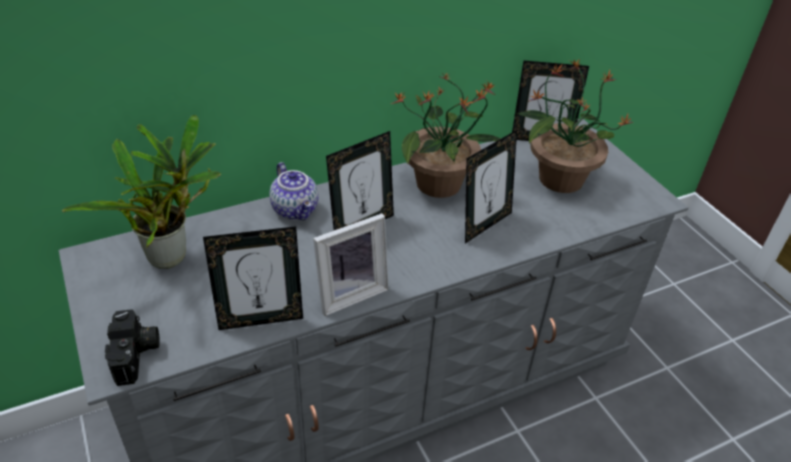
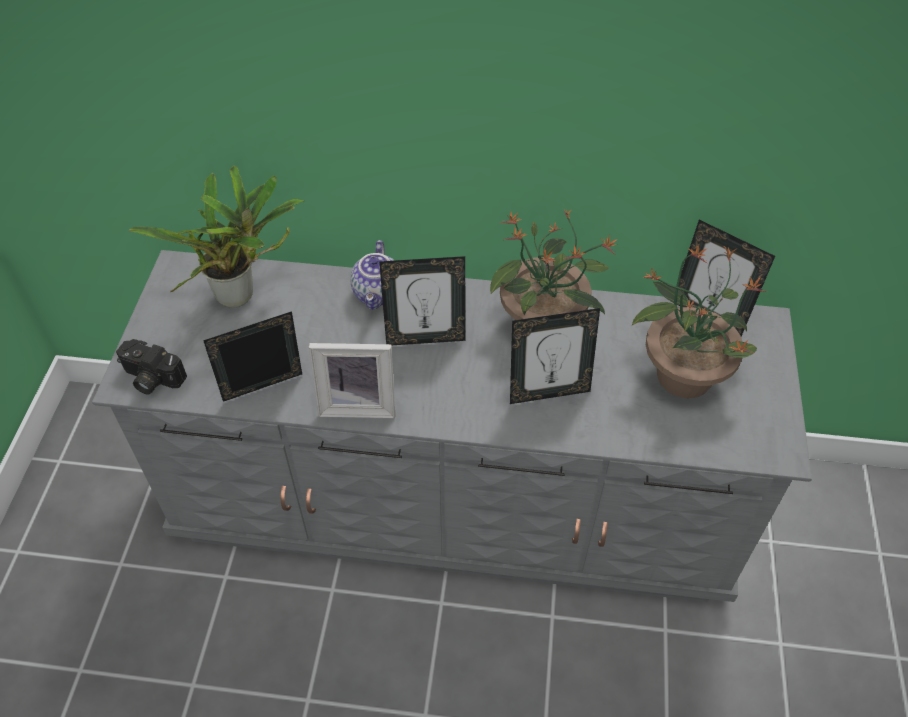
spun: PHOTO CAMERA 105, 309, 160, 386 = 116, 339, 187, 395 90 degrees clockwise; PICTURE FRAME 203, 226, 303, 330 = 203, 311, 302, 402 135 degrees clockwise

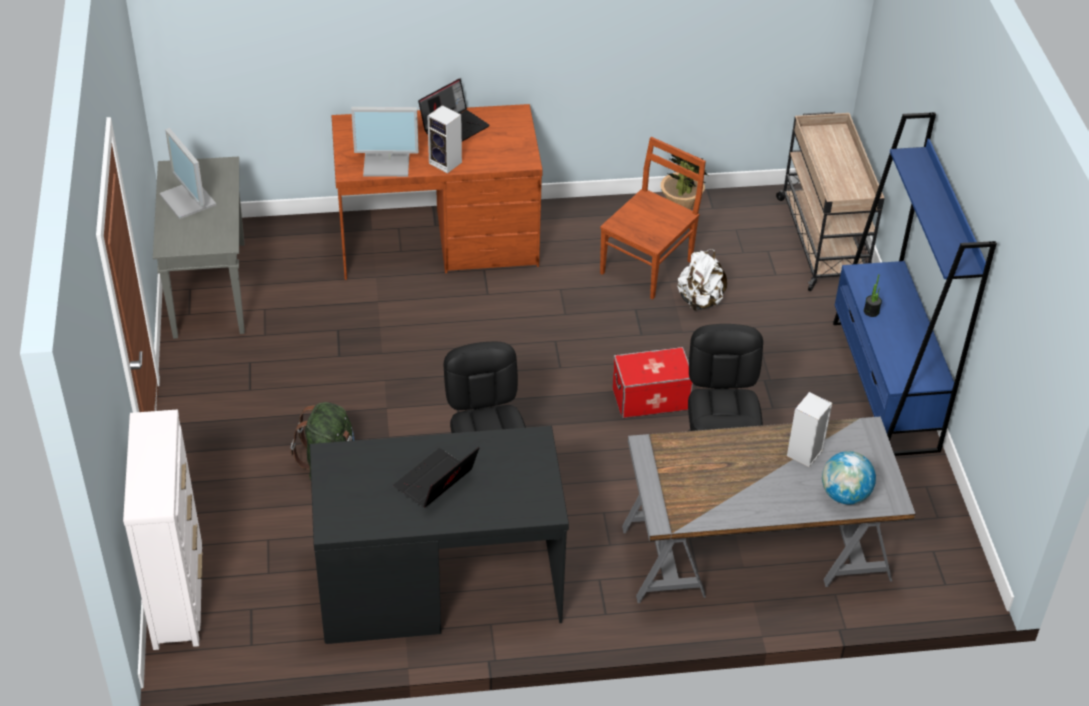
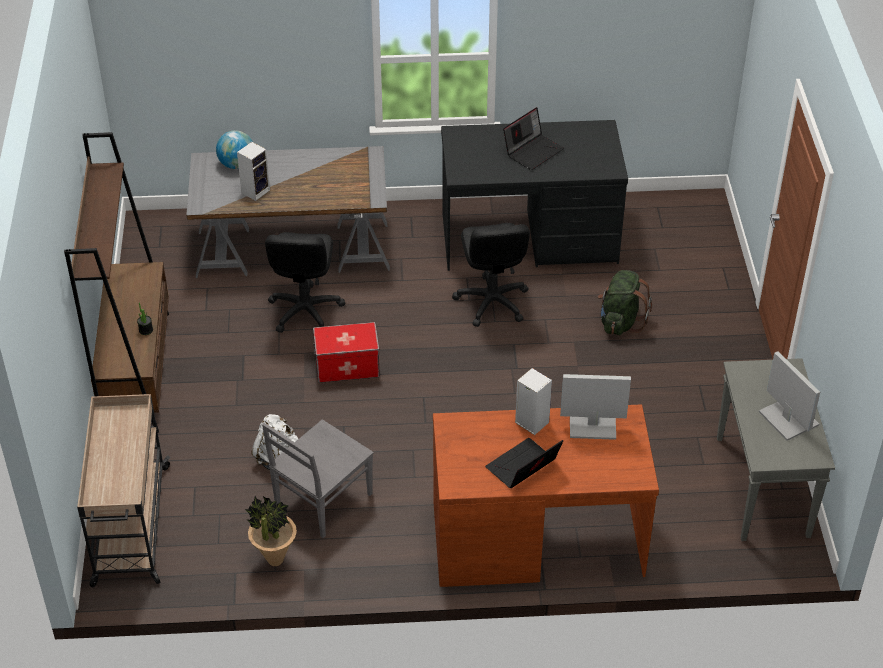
missing: WHITE DRESSER 123, 410, 203, 650
colour: BLUE BOOKCASE 833, 112, 997, 456 to BROWN BOOKCASE 64, 132, 169, 433; BROWN CHAIR 600, 137, 706, 299 to GREY CHAIR 262, 419, 374, 538

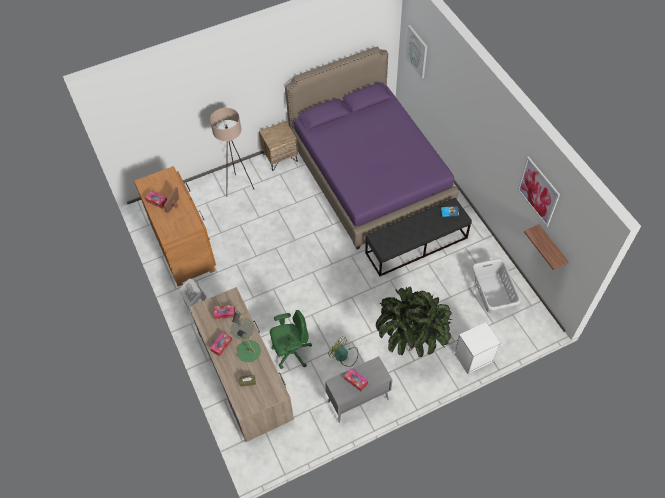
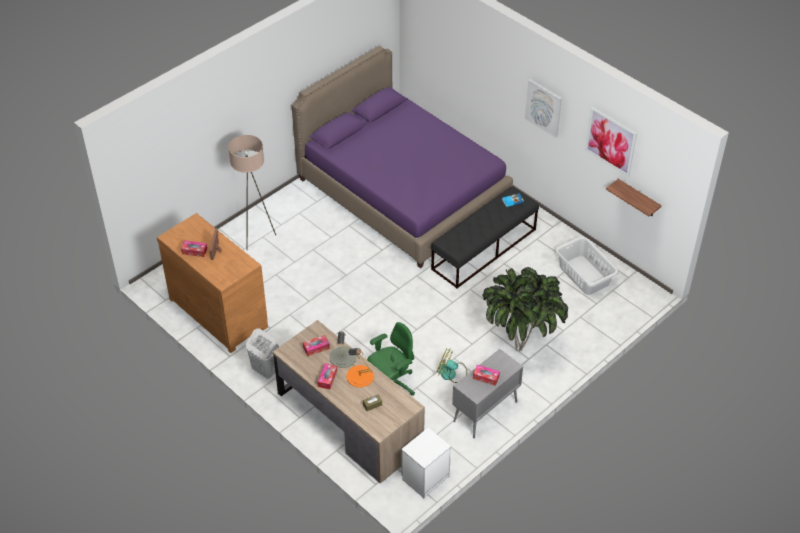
missing: BROWN NIGHTSTAND 259, 121, 298, 171
relocated: WHITE NIGHTSTAND 455, 322, 500, 374 to 401, 428, 451, 498; PICTURE 405, 25, 427, 78 to 525, 79, 562, 138
colour: GREEN TABLE LAMP 237, 330, 261, 362 to ORANGE TABLE LAMP 346, 348, 374, 387

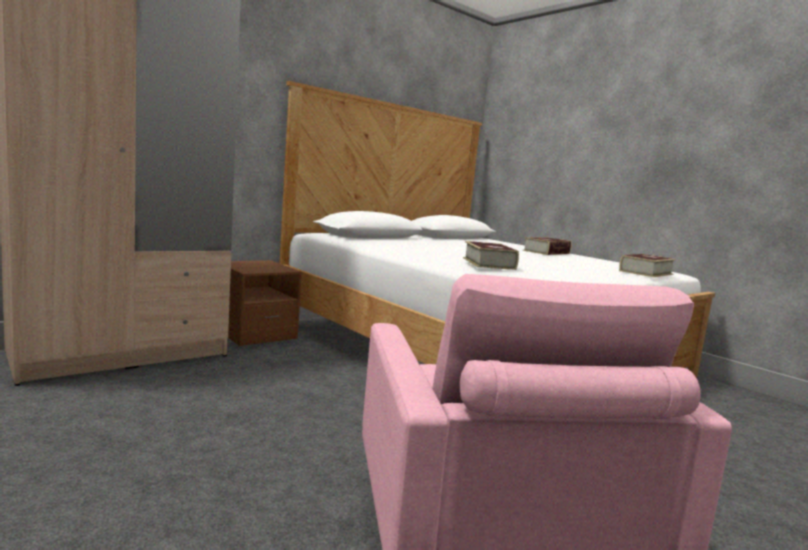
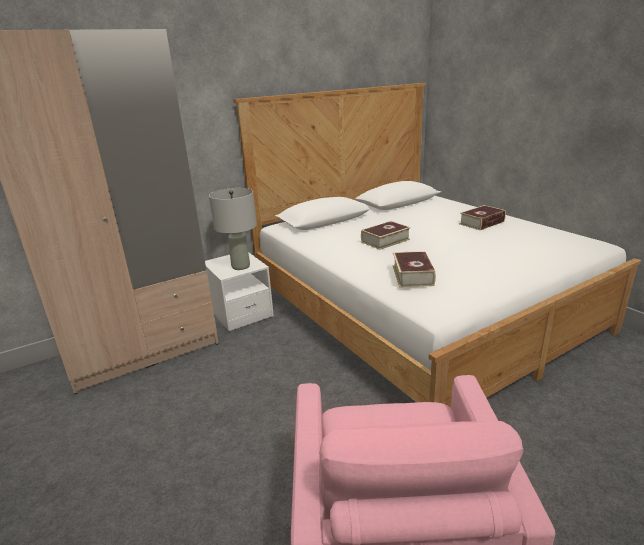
appeared: GREY TABLE LAMP 209, 188, 257, 270
relocated: BOOK 619, 254, 676, 277 to 361, 221, 411, 250
colour: BROWN NIGHTSTAND 228, 260, 302, 347 to WHITE NIGHTSTAND 205, 252, 274, 331

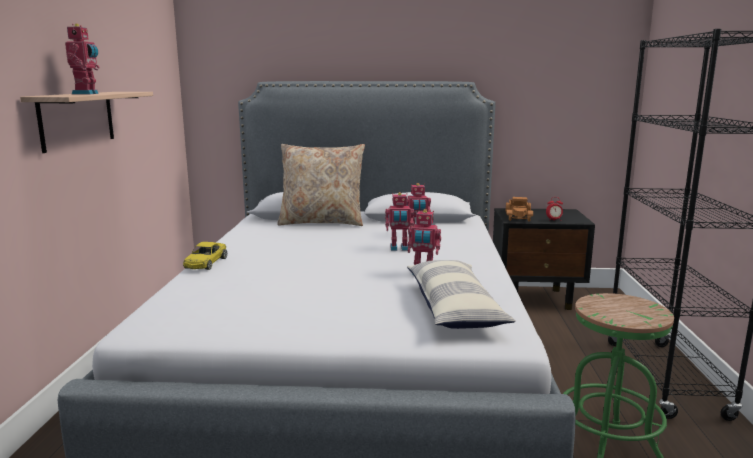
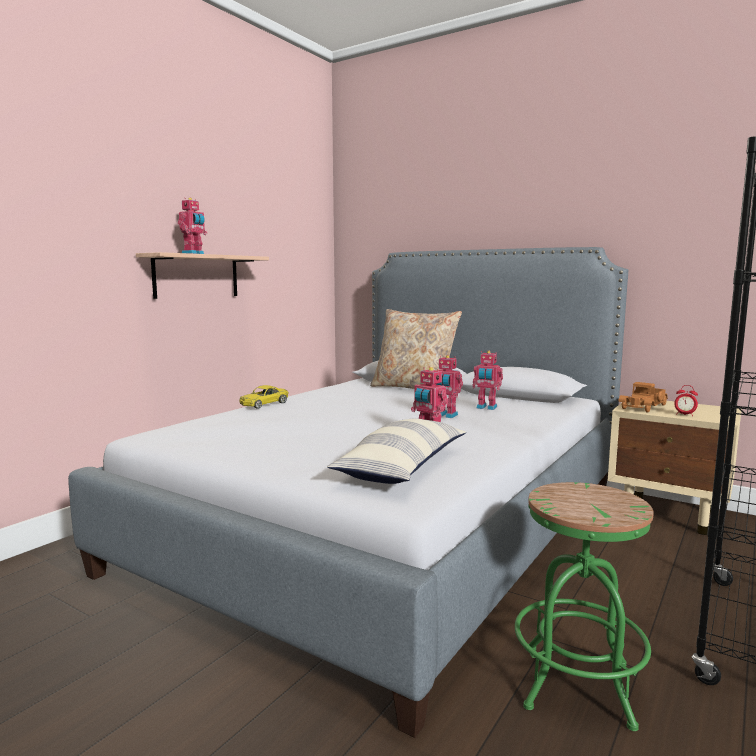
colour: BLACK NIGHTSTAND 493, 208, 595, 310 to BEIGE NIGHTSTAND 608, 401, 742, 535

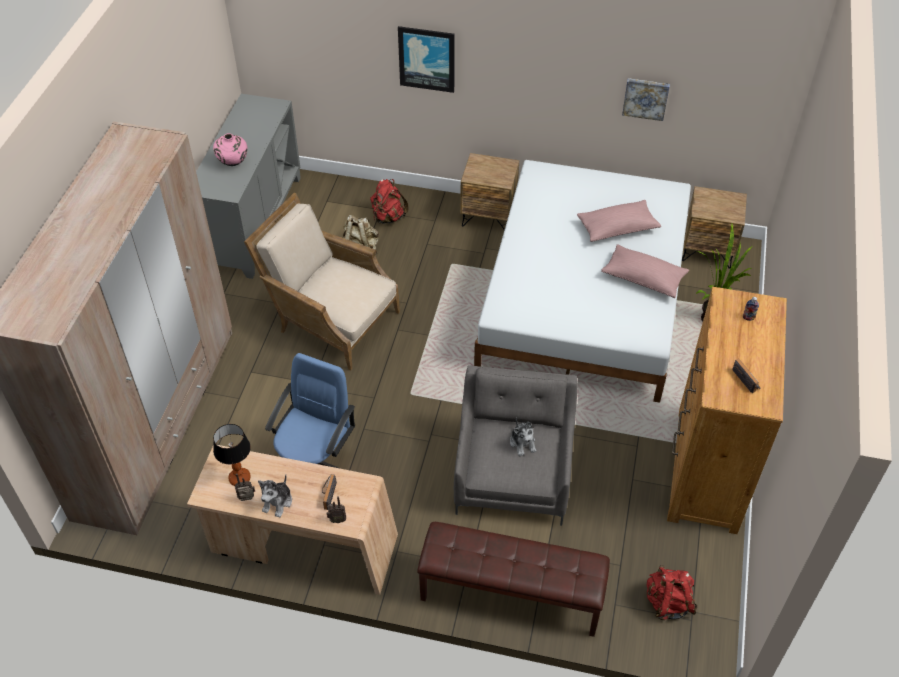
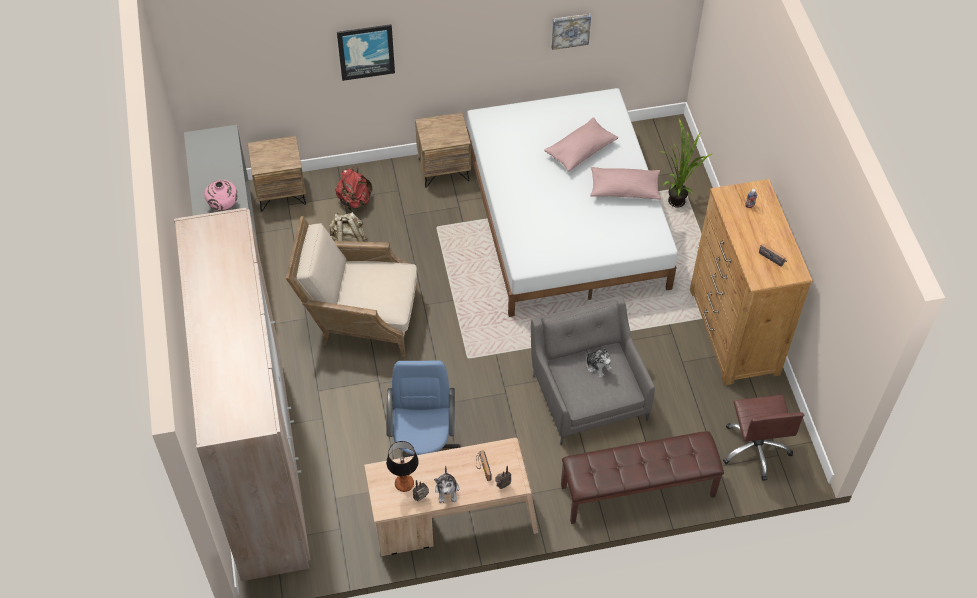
relocated: BROWN NIGHTSTAND 682, 186, 747, 269 to 248, 136, 306, 212
exchanged: RED BACKPACK 647, 565, 698, 620 to BROWN OFFICE CHAIR 723, 395, 804, 481

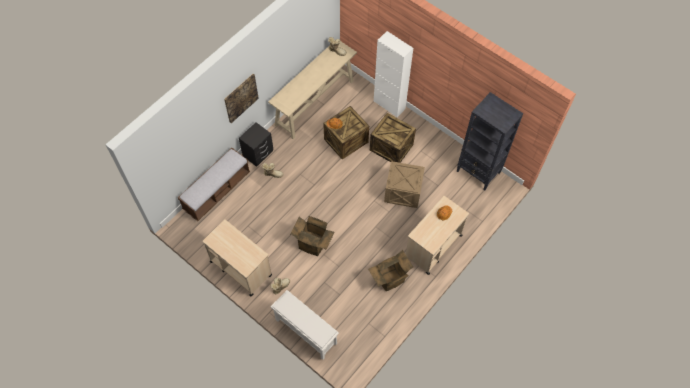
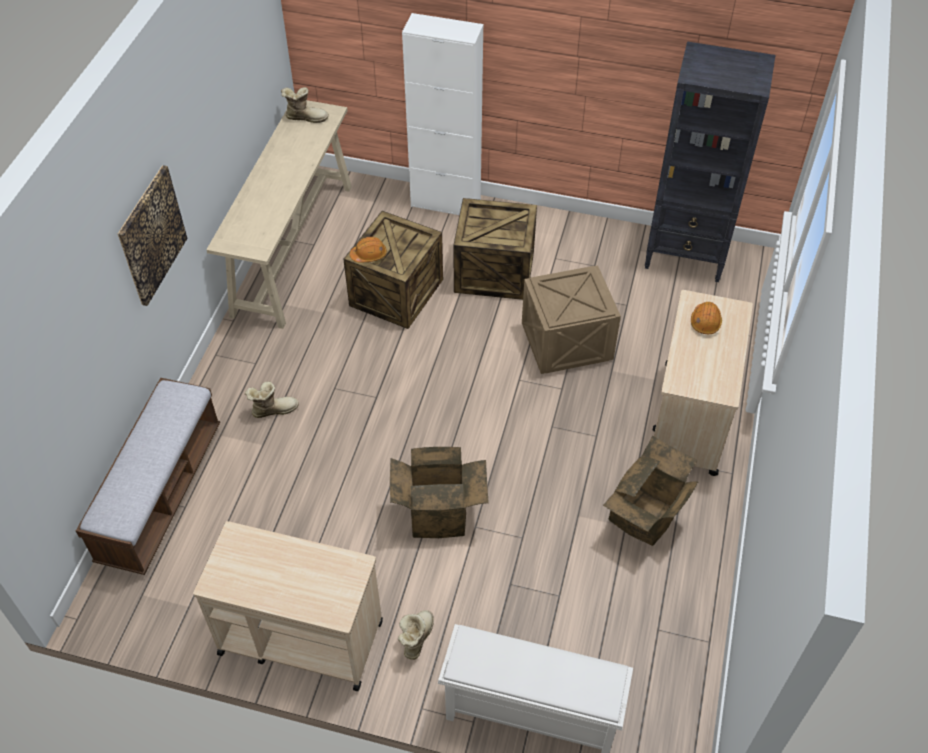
missing: BLACK NIGHTSTAND 239, 122, 273, 167

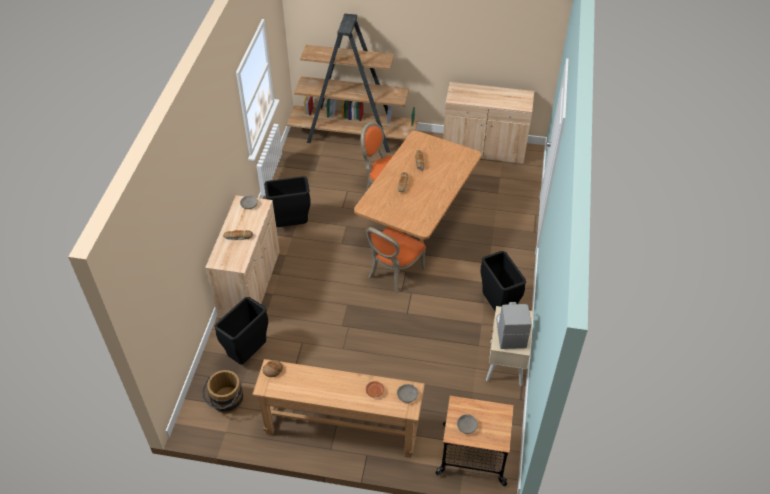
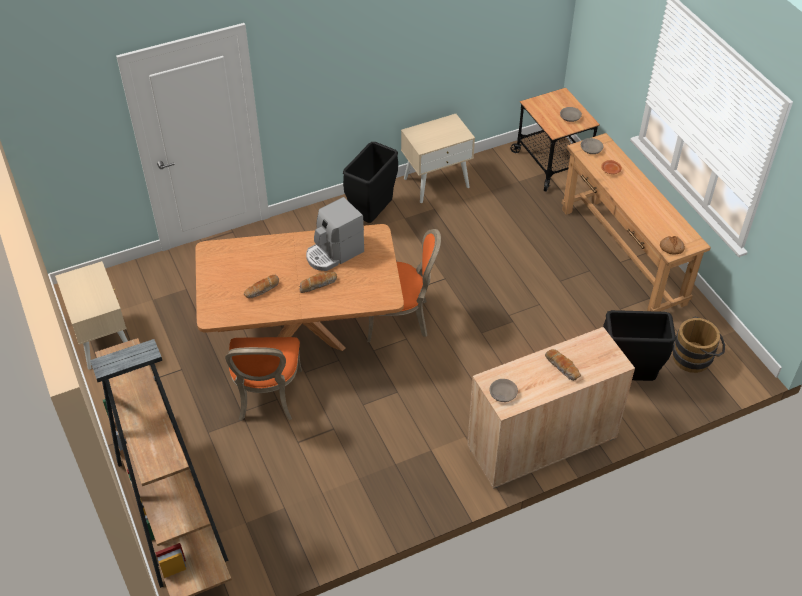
missing: BLACK TRASH CAN 264, 176, 311, 227
relocated: COFFEE MACHINE 496, 302, 532, 349 to 306, 197, 364, 271
exchanged: BEIGE CABINET 443, 82, 534, 164 to BEIGE NIGHTSTAND 55, 261, 128, 370

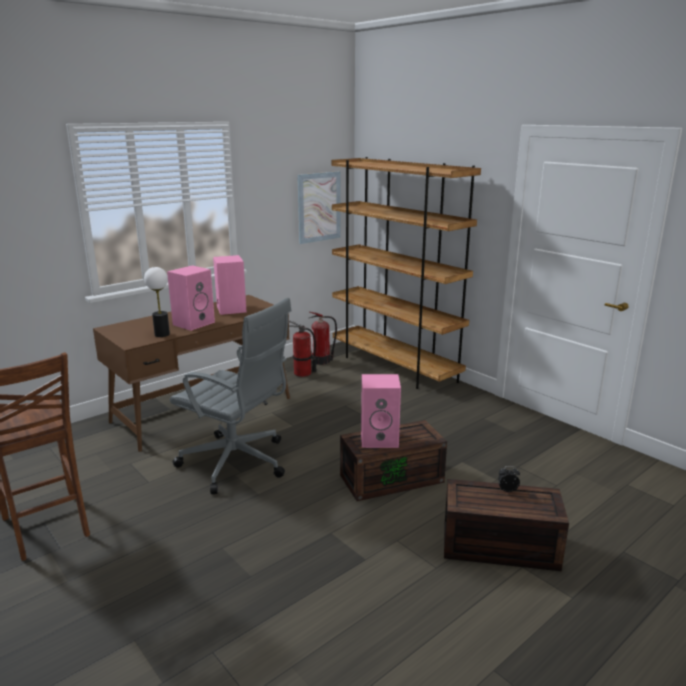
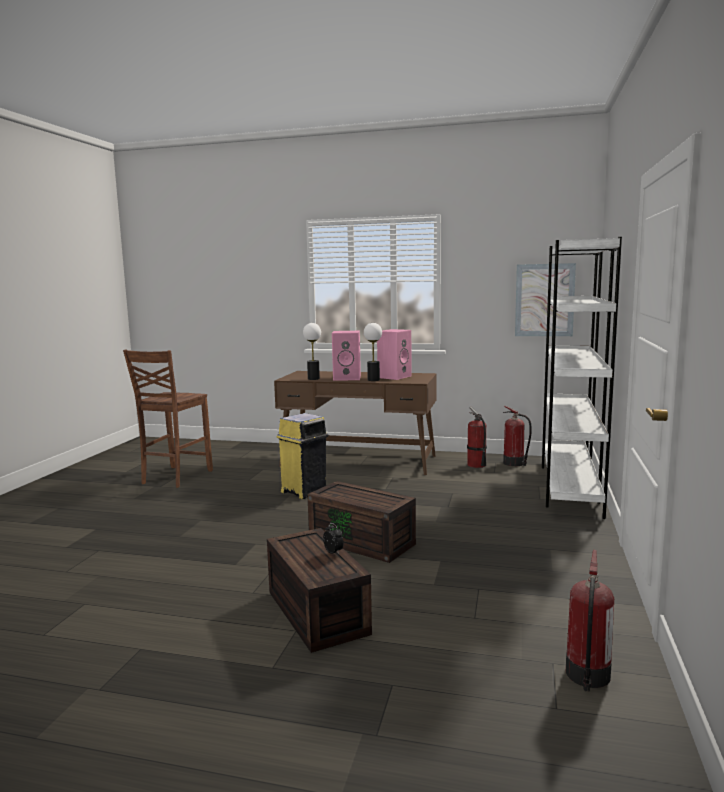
missing: PINK SPEAKER 361, 374, 401, 448
appeared: TABLE LAMP 364, 323, 382, 381; FIRE EXTINGUISHER 566, 550, 614, 692
exchanged: GREY OFFICE CHAIR 170, 298, 292, 494 to YELLOW TRASH CAN 277, 413, 328, 499
colour: BROWN BOOKCASE 332, 157, 481, 389 to WHITE BOOKCASE 542, 237, 622, 519

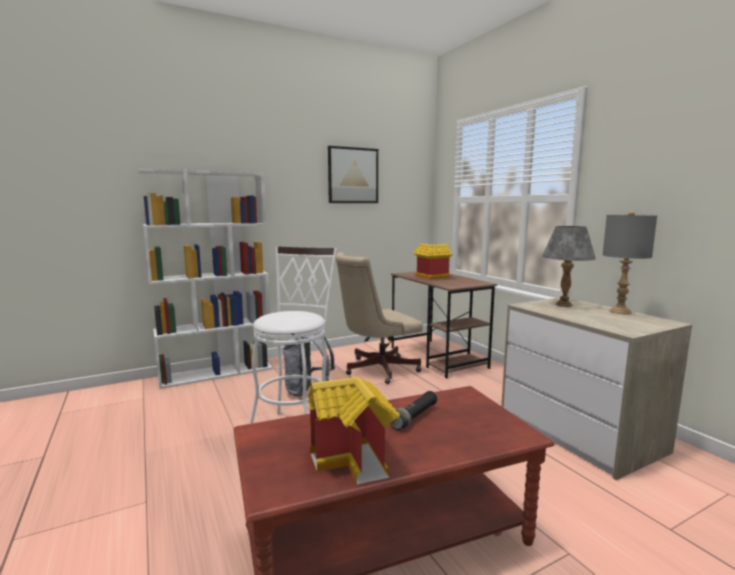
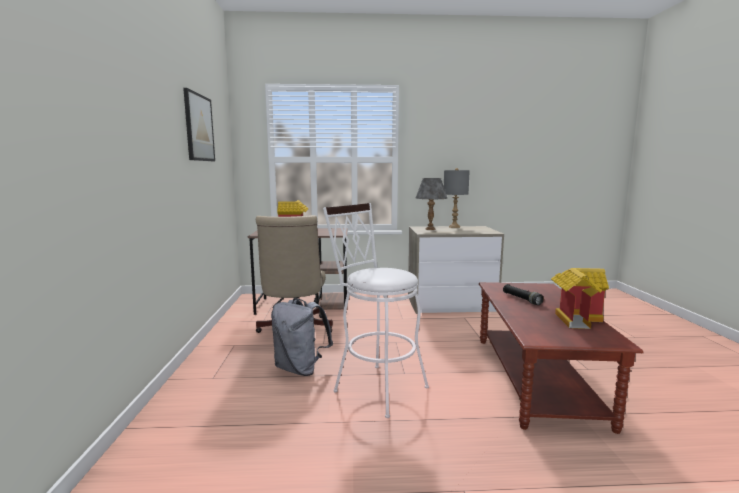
missing: WHITE BOOKCASE 138, 168, 273, 389

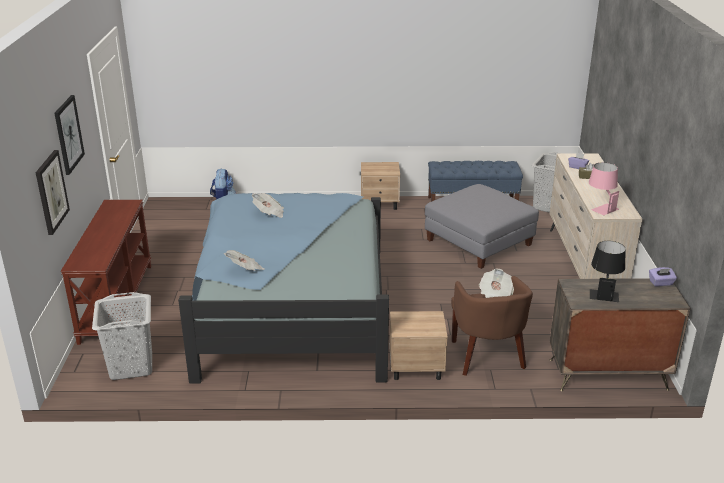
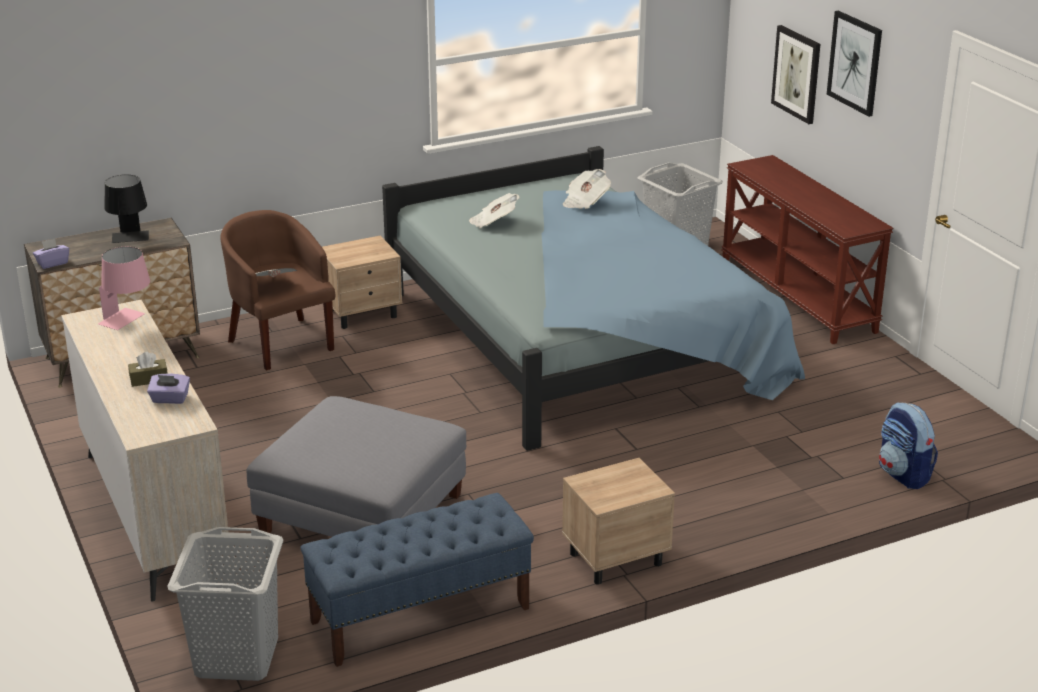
relocated: NEWSPAPER 252, 193, 284, 218 to 469, 193, 520, 228

